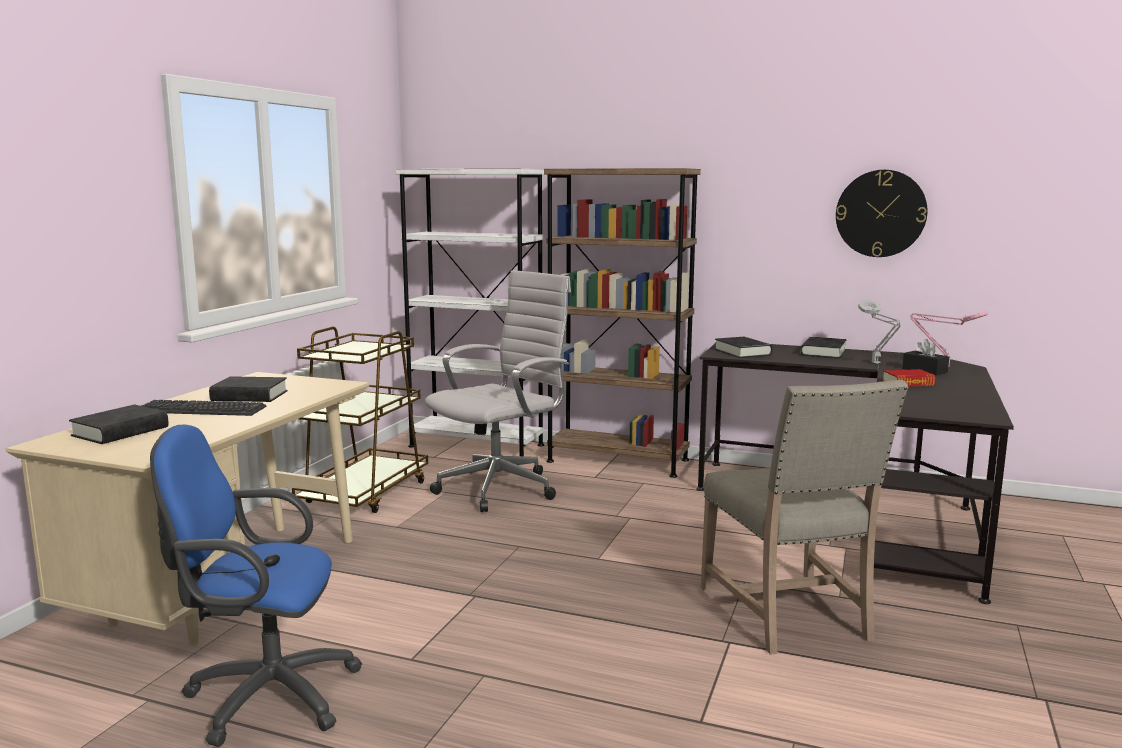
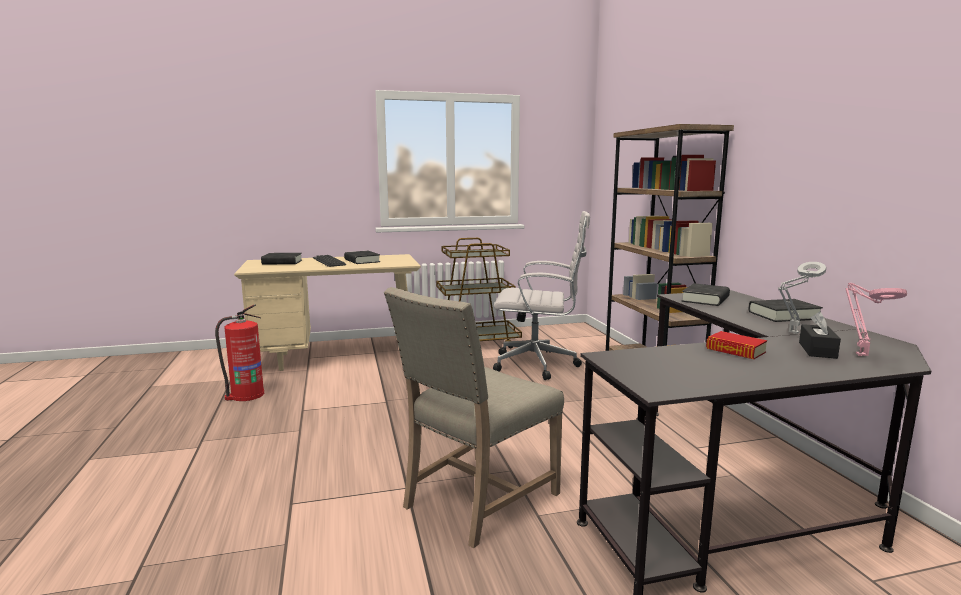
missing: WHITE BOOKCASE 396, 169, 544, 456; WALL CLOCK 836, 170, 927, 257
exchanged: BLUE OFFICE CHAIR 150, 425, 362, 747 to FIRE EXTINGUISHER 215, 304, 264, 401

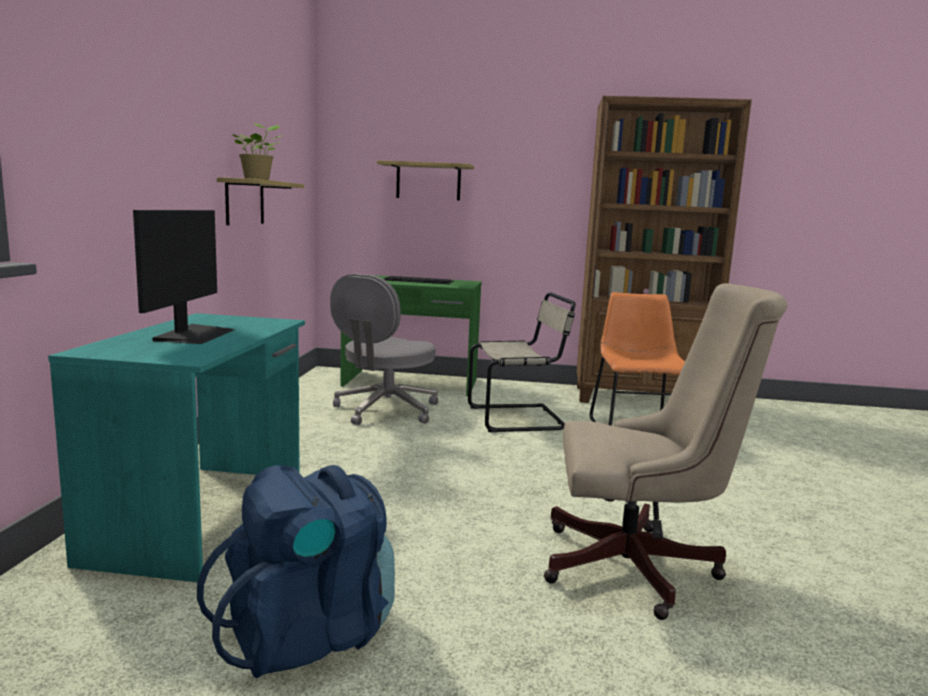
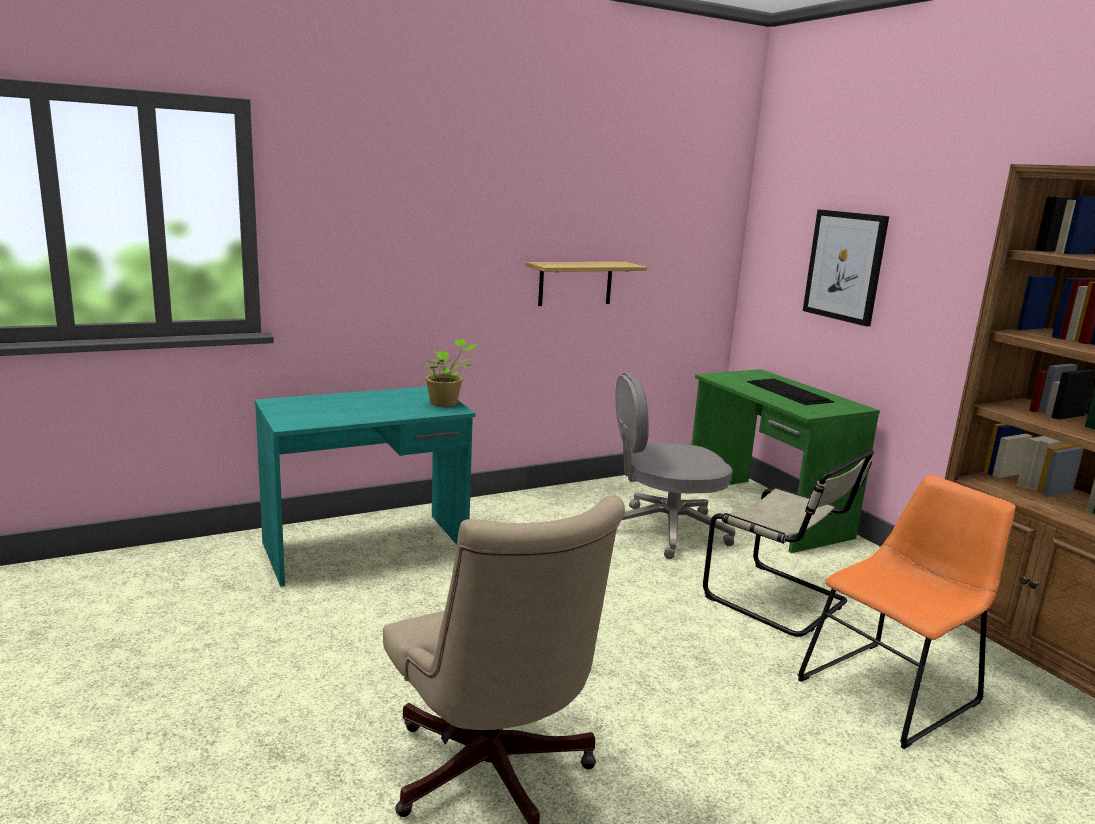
missing: MONITOR 133, 210, 235, 344; BLUE BACKPACK 197, 465, 395, 678
relocated: POTTED PLANT 232, 123, 284, 180 to 423, 338, 477, 407
exchanged: SHELF 377, 160, 474, 201 to PICTURE 803, 210, 889, 327

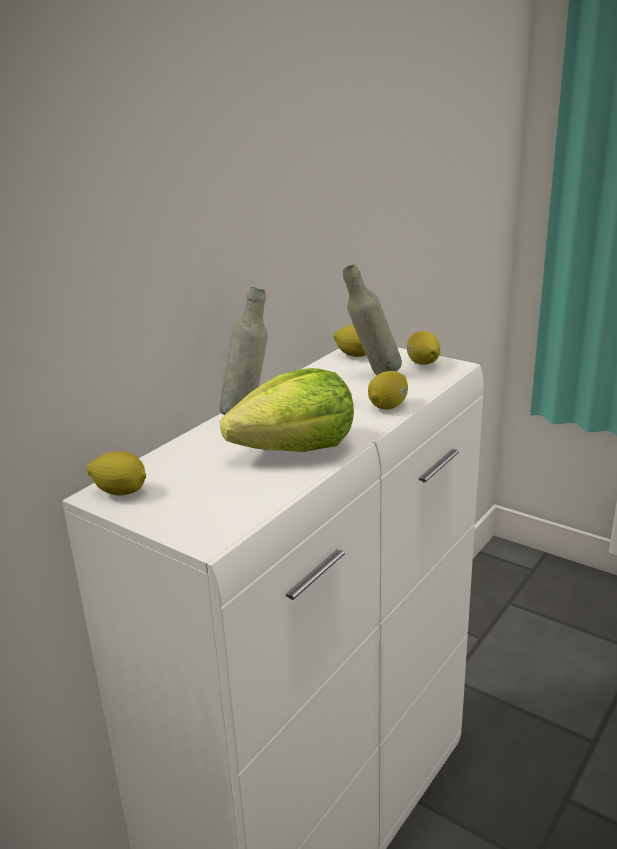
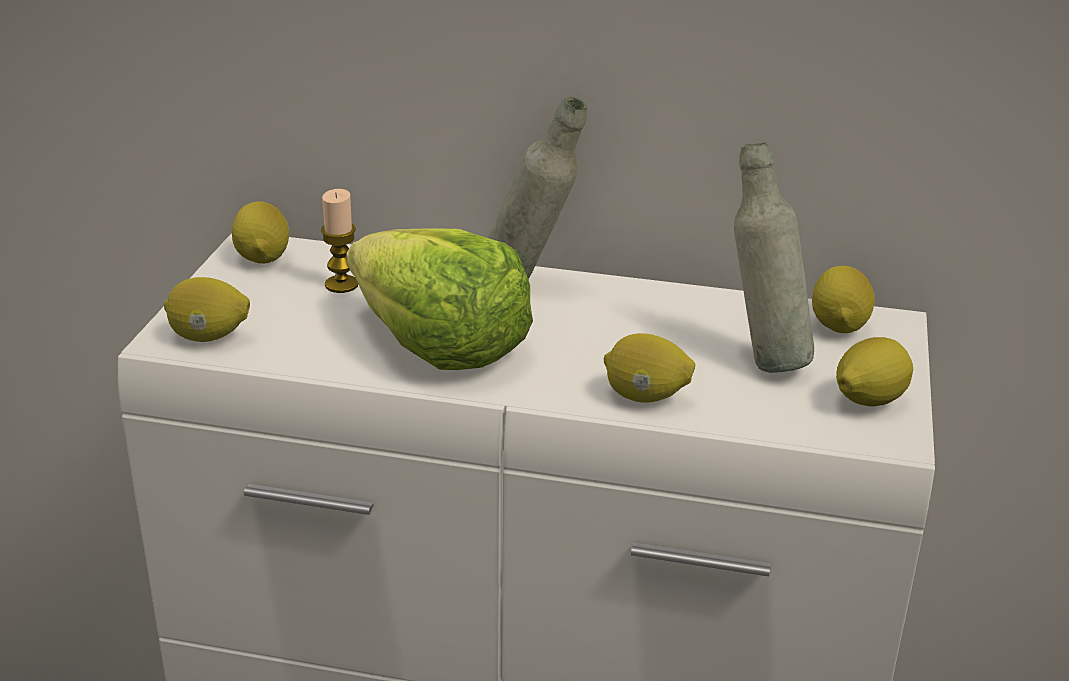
appeared: LEMON 164, 277, 250, 342; CANDLE 321, 189, 358, 293

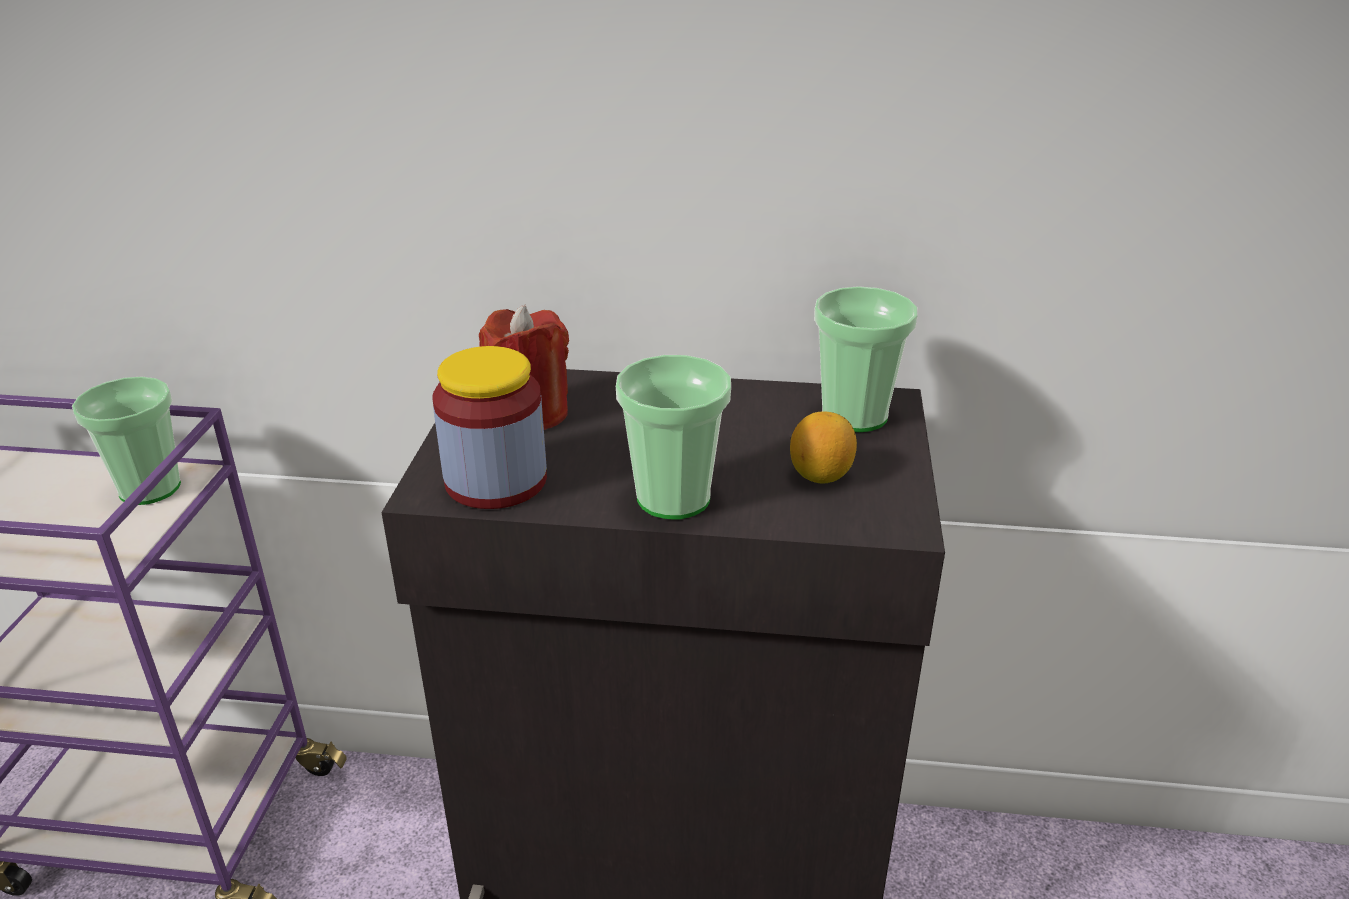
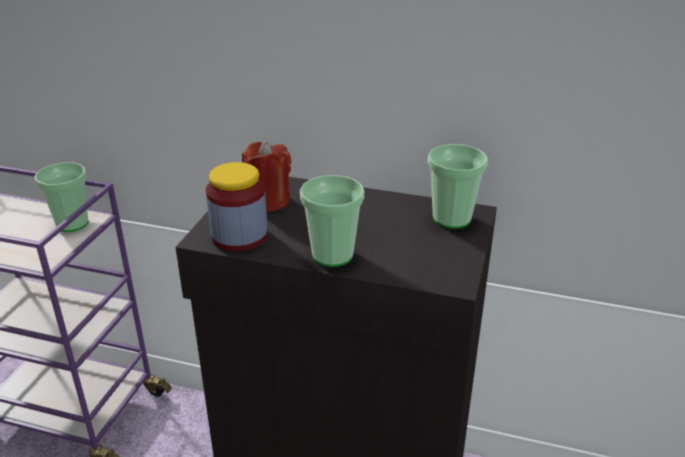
missing: LEMON 790, 411, 857, 484

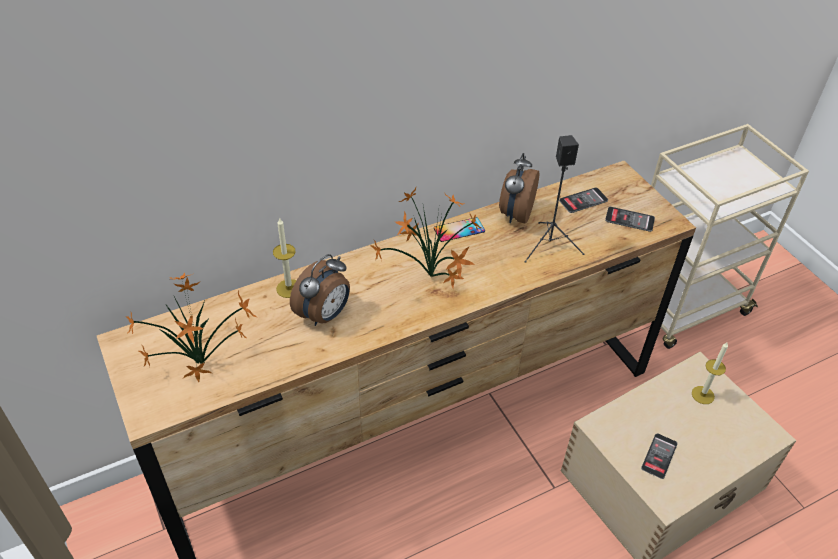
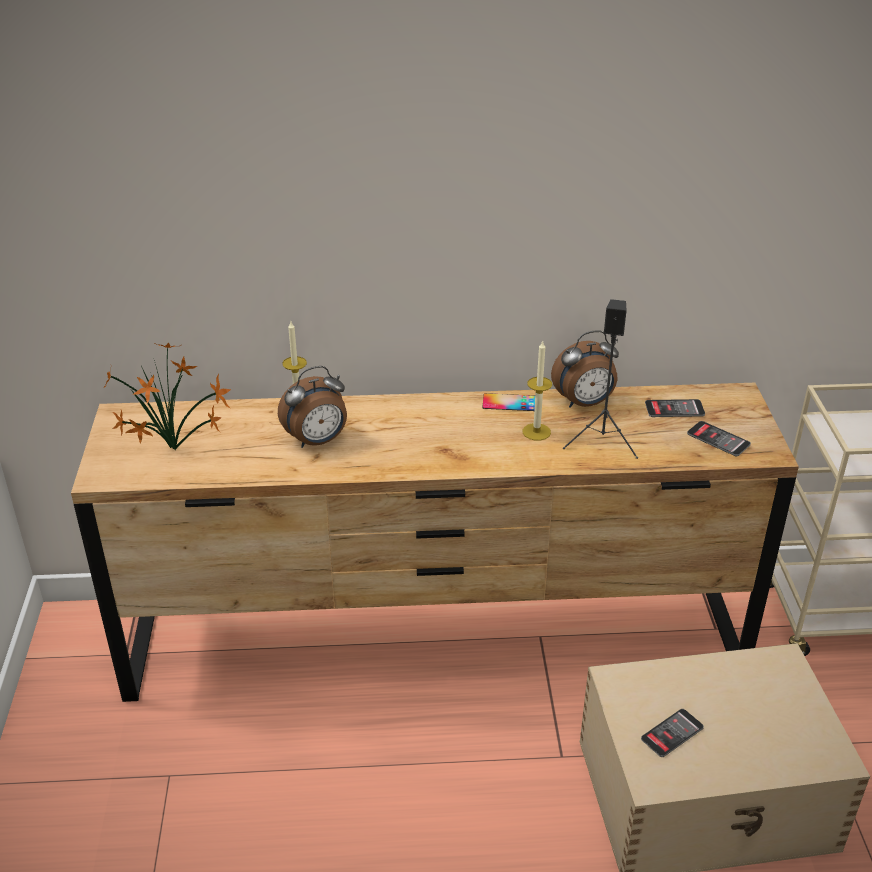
missing: POTTED PLANT 370, 188, 482, 289
relocated: CANDLE 692, 342, 728, 404 to 522, 340, 552, 441
spun: ALARM CLOCK 499, 153, 539, 223 = 551, 330, 619, 408 150 degrees counterclockwise

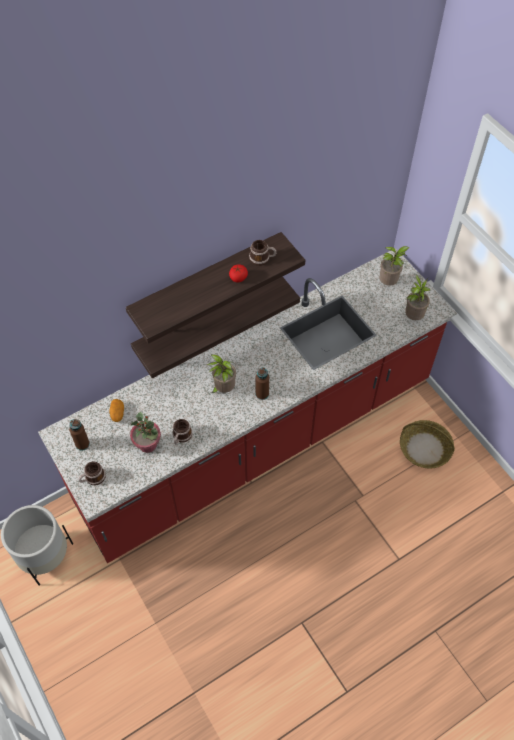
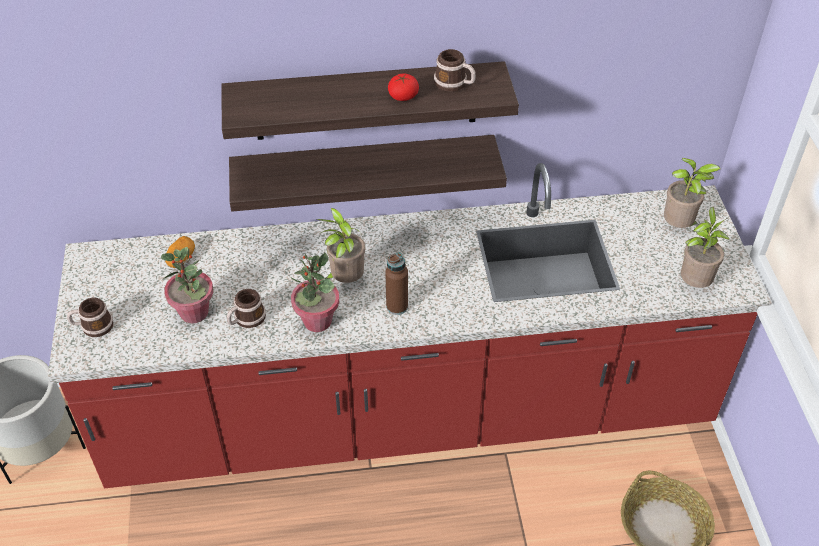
missing: BROWN BOTTLE 69, 419, 90, 451
appeared: POTTED PLANT 290, 253, 339, 332

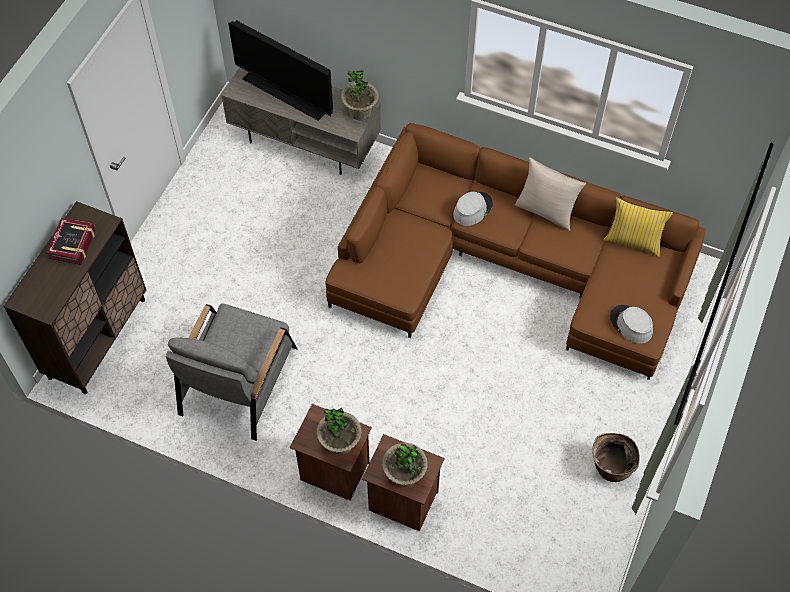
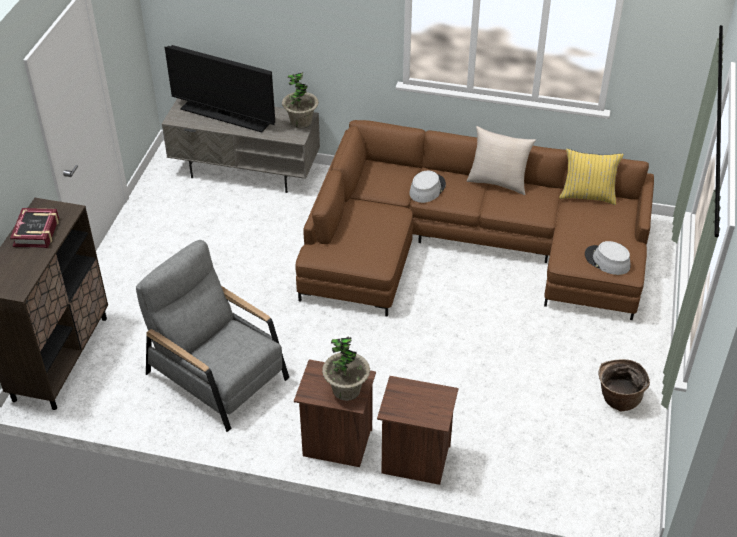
missing: POTTED PLANT 382, 443, 428, 487
spun: GREY ARMCHAIR 166, 303, 298, 441 = 136, 240, 289, 432 120 degrees clockwise

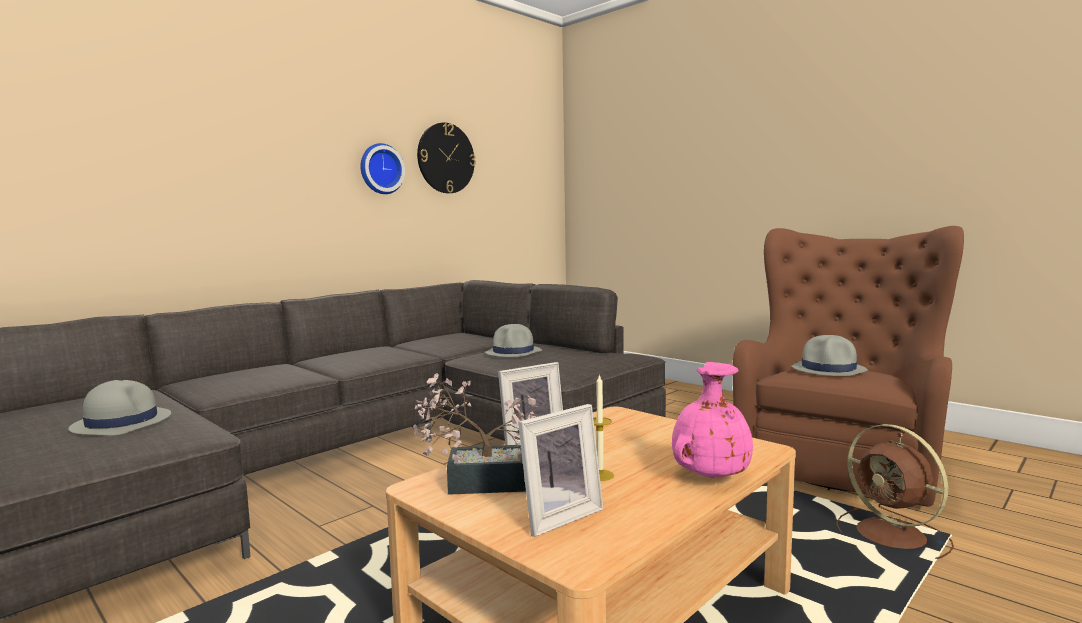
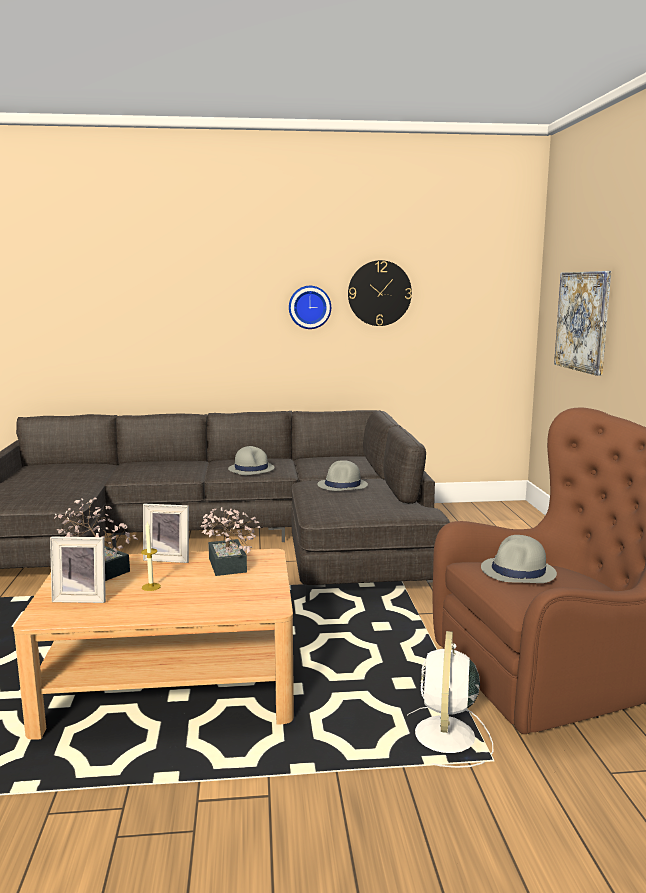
missing: PINK VASE 672, 362, 753, 477
appeared: POTTED PLANT 201, 507, 261, 576; PICTURE 554, 271, 611, 376
relocated: GREY HAT 68, 380, 171, 435 to 228, 446, 275, 475
colour: BROWN FAN 836, 424, 954, 559 to WHITE FAN 408, 631, 493, 768

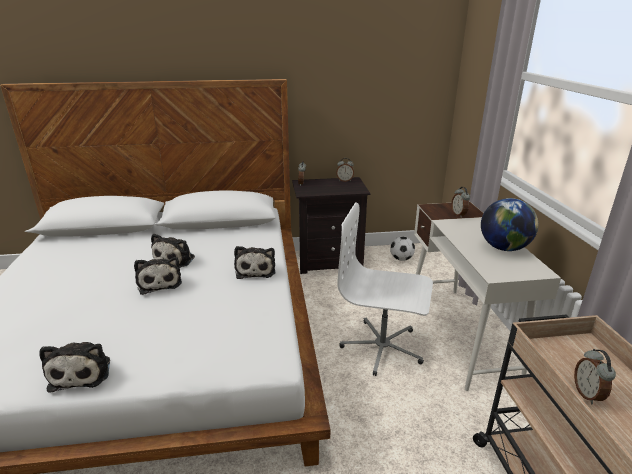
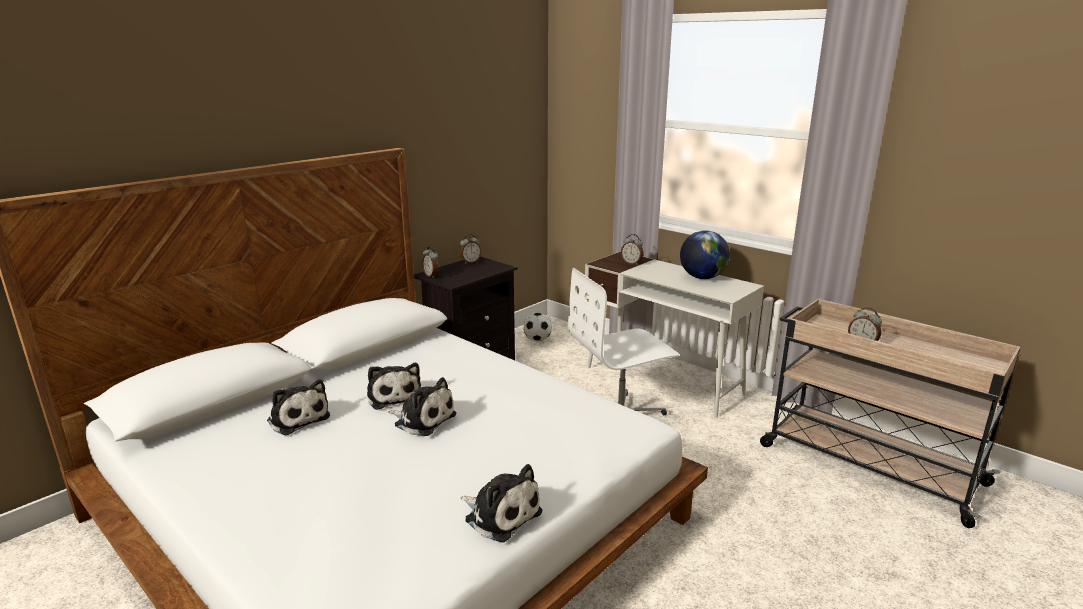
relocated: PLUSH TOY 234, 246, 275, 279 to 267, 379, 330, 435

